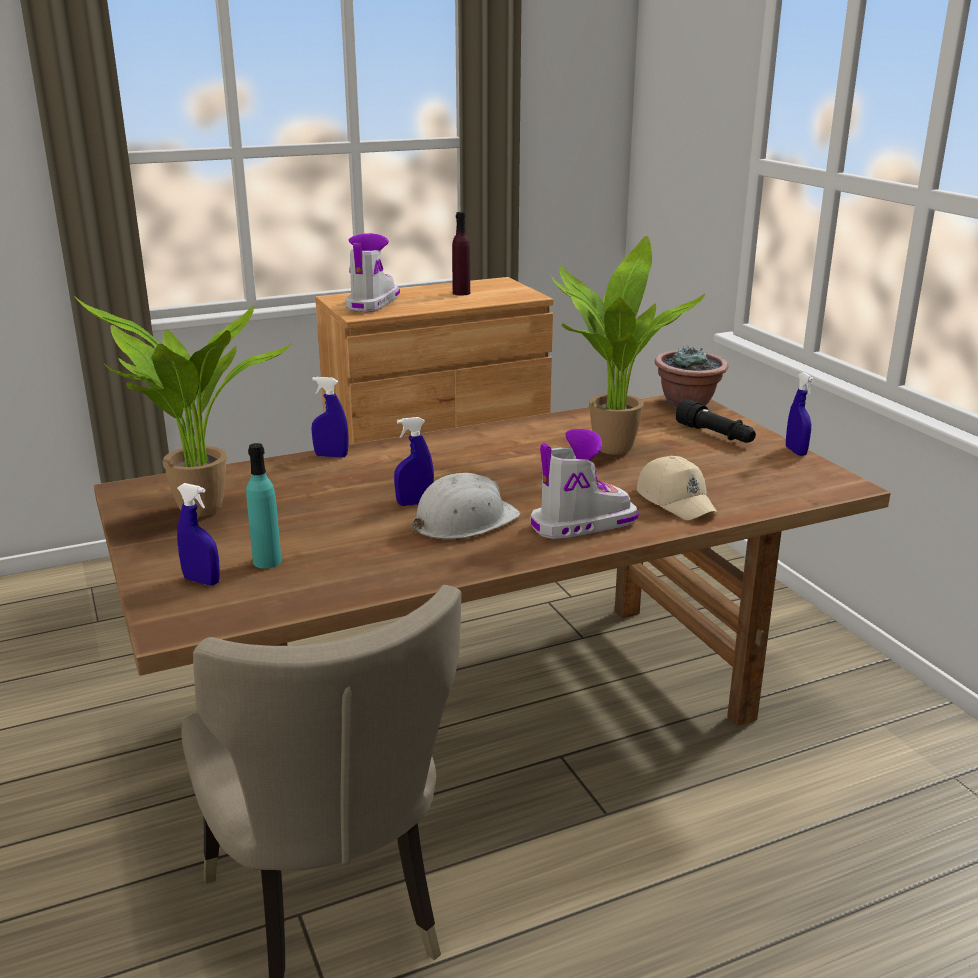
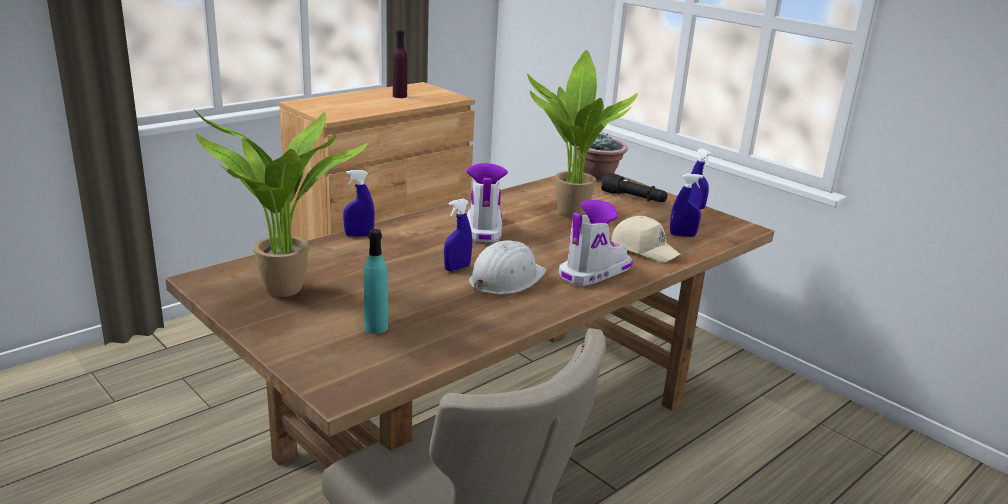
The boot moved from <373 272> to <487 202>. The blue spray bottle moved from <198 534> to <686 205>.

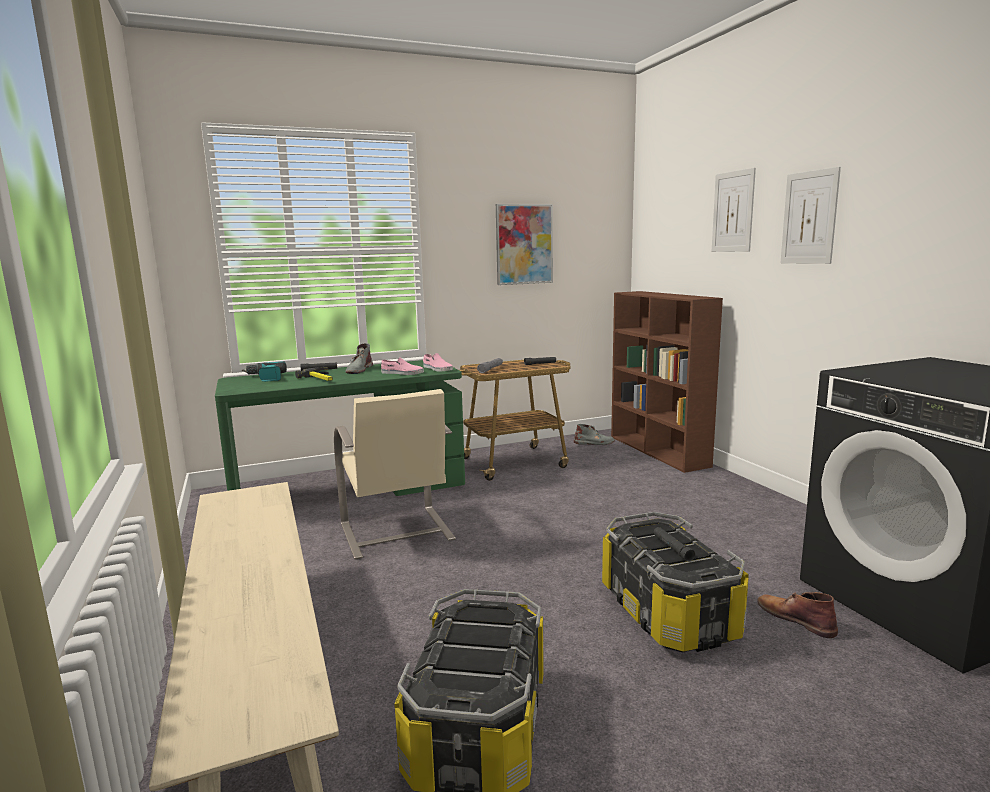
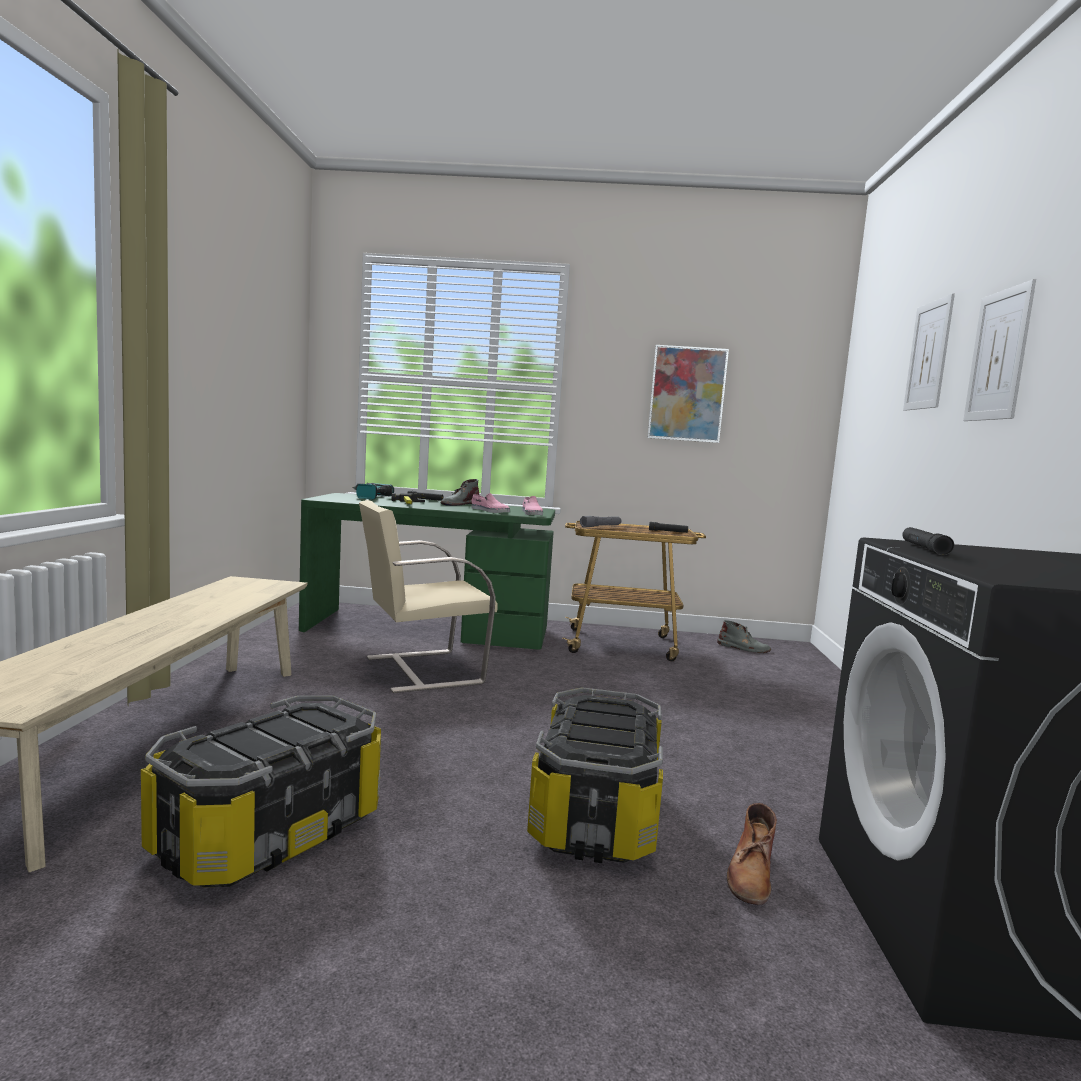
The beige chair at <395 474> turned 60 degrees clockwise. The brown boot at <797 615> turned 150 degrees counterclockwise. The black flashlight moved from <674 544> to <928 541>. The brown bookcase at <667 382> disappeared.

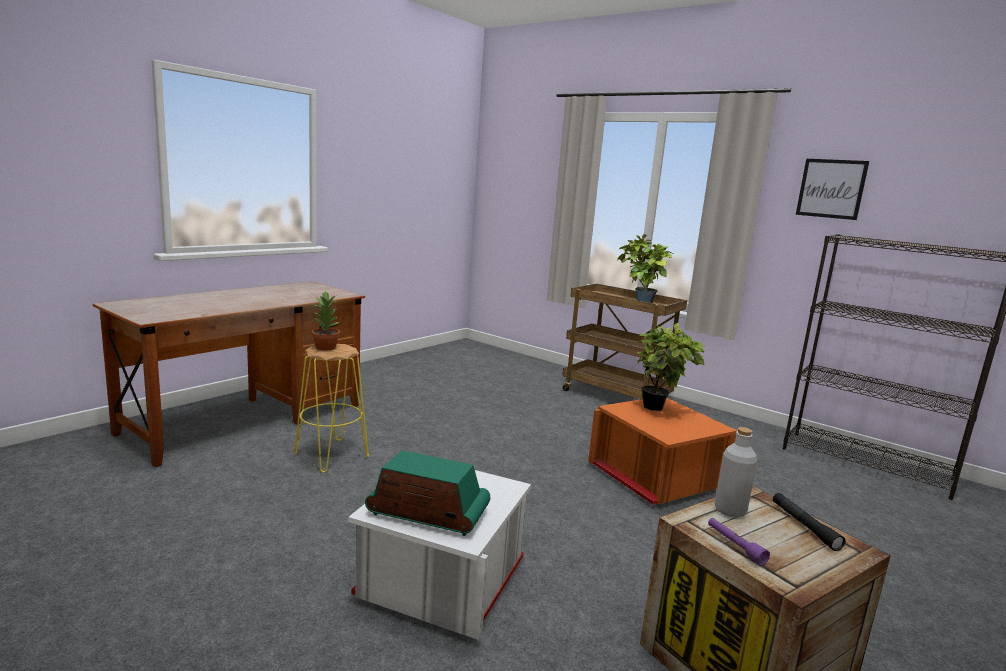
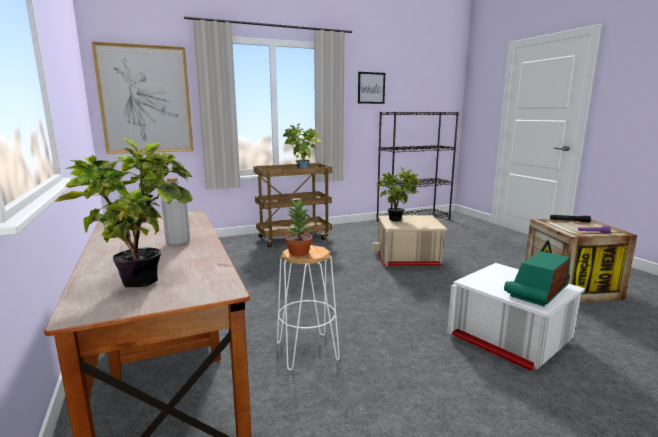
The potted plant at <124 212> appeared. The picture at <142 97> appeared. The grey bottle moved from <736 472> to <175 212>. The yellow stool at <331 408> became the white stool at <308 308>. The orange storage box at <663 451> became the beige storage box at <410 240>.

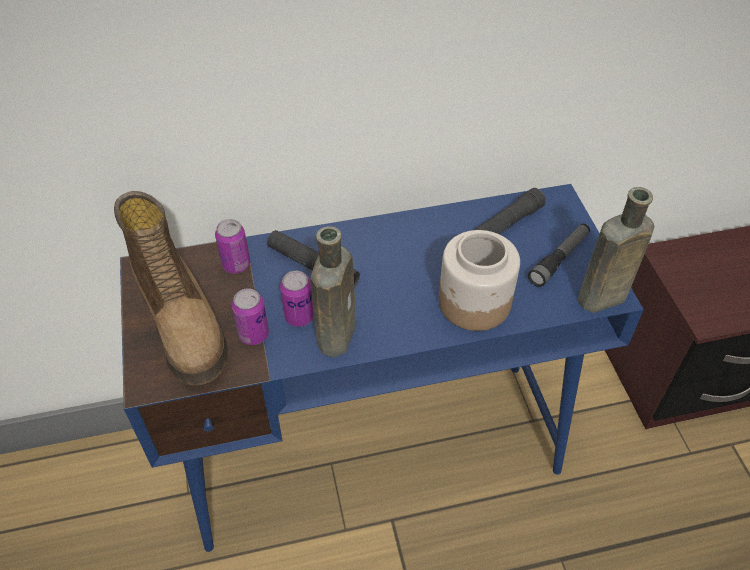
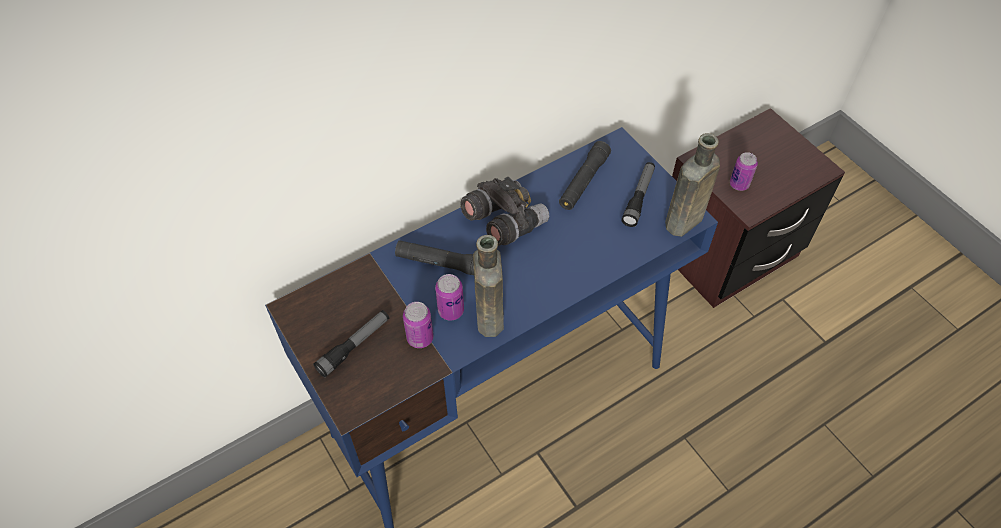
The boot at <171 288> was replaced by the flashlight at <351 343>. The grey binoculars at <505 211> appeared. The can moved from <232 246> to <744 171>. The jar at <479 280> disappeared.

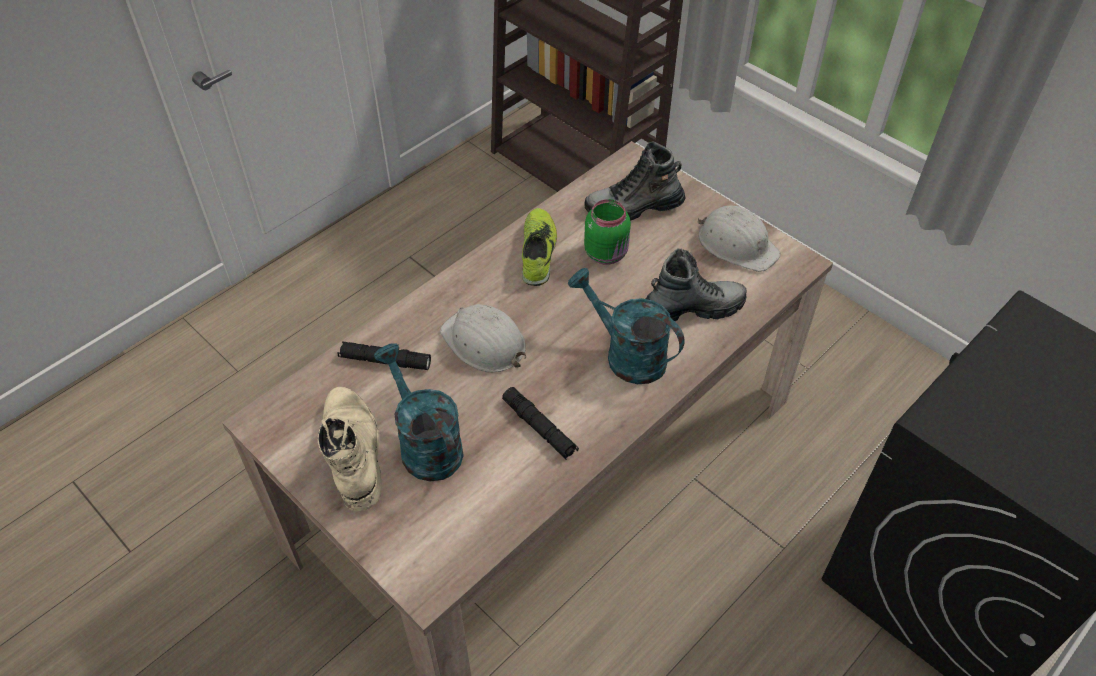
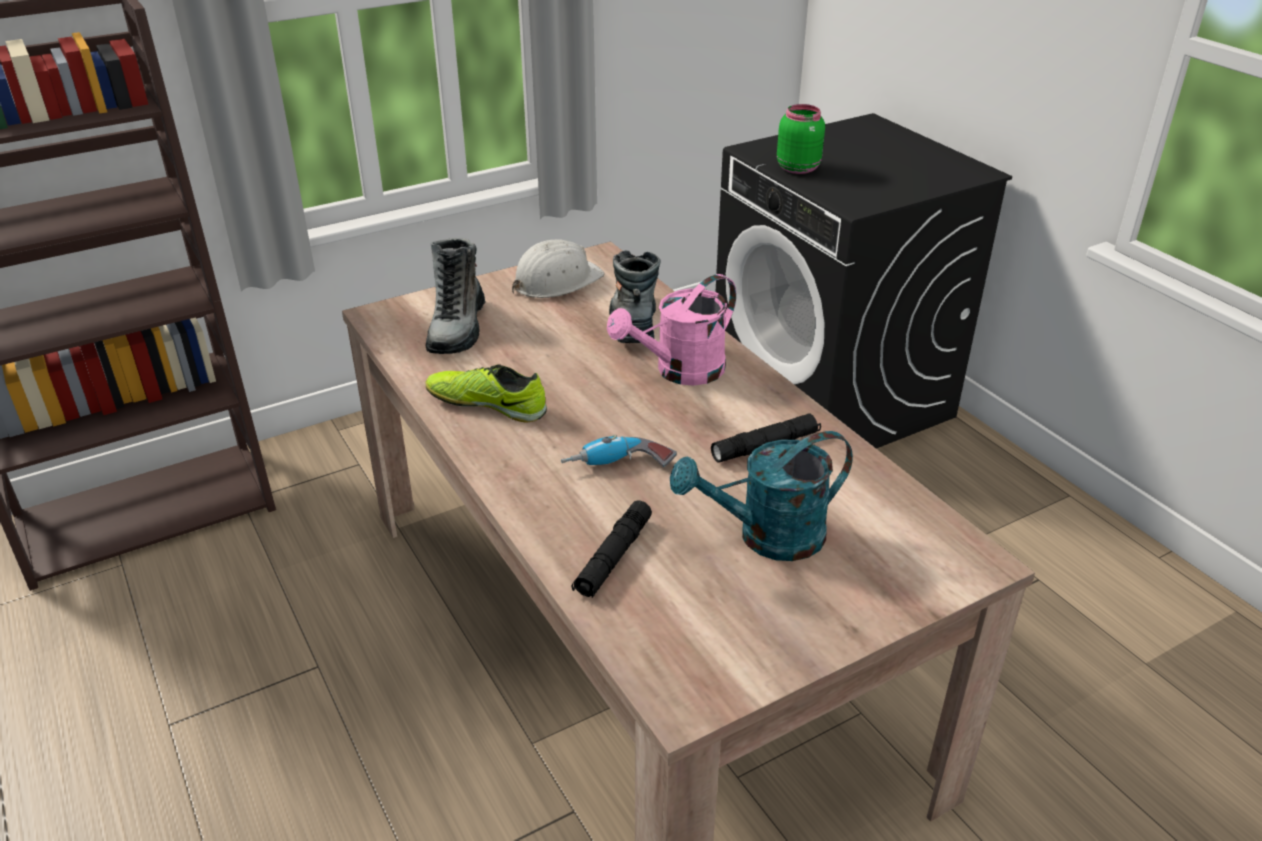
The white hard hat at <483 338> was replaced by the power drill at <619 451>. The turquoise watering can at <626 326> became the pink watering can at <671 330>. The green jar moved from <607 232> to <801 139>. The beige boot at <350 449> disappeared.

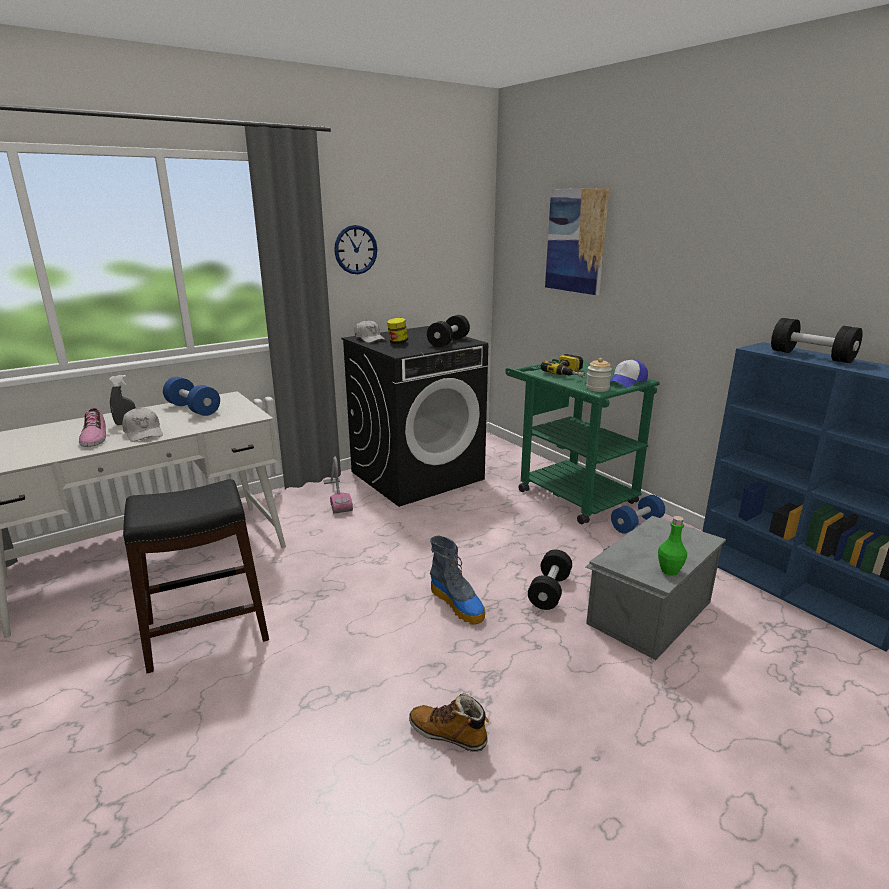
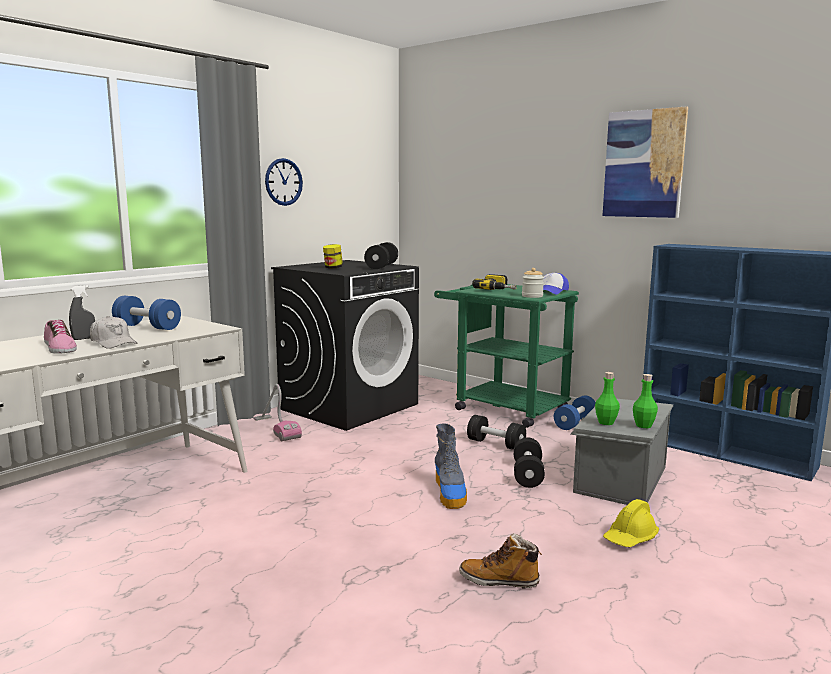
The boot at <457 580> turned 45 degrees clockwise. The black dumbbell moved from <817 340> to <496 432>. The green bottle at <607 398> appeared. The picture moved from <577 241> to <645 162>. The yellow hard hat at <631 523> appeared. The black stool at <196 576> disappeared. The white cap at <370 331> disappeared.

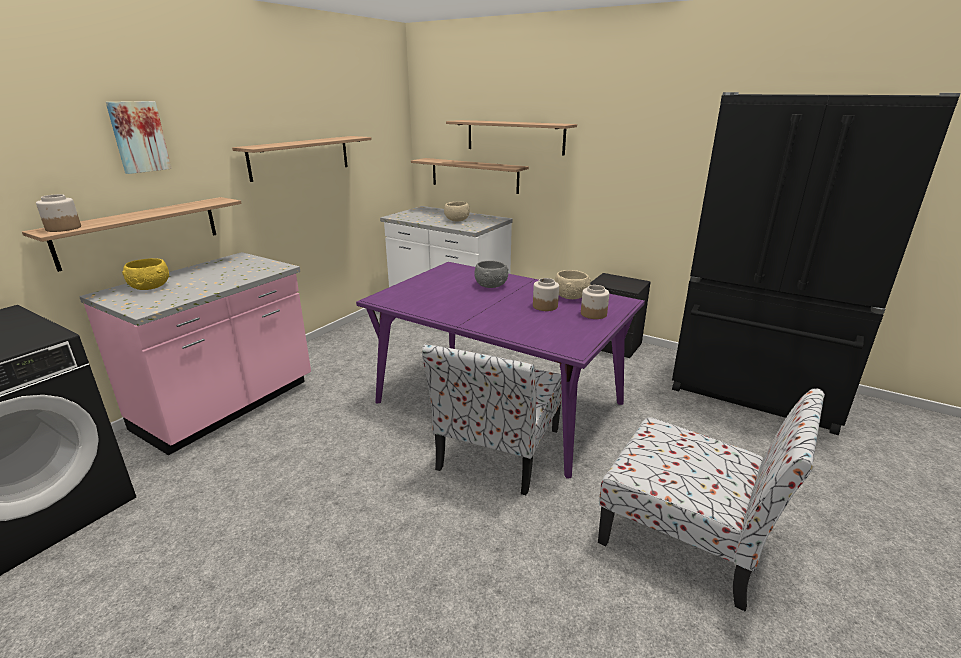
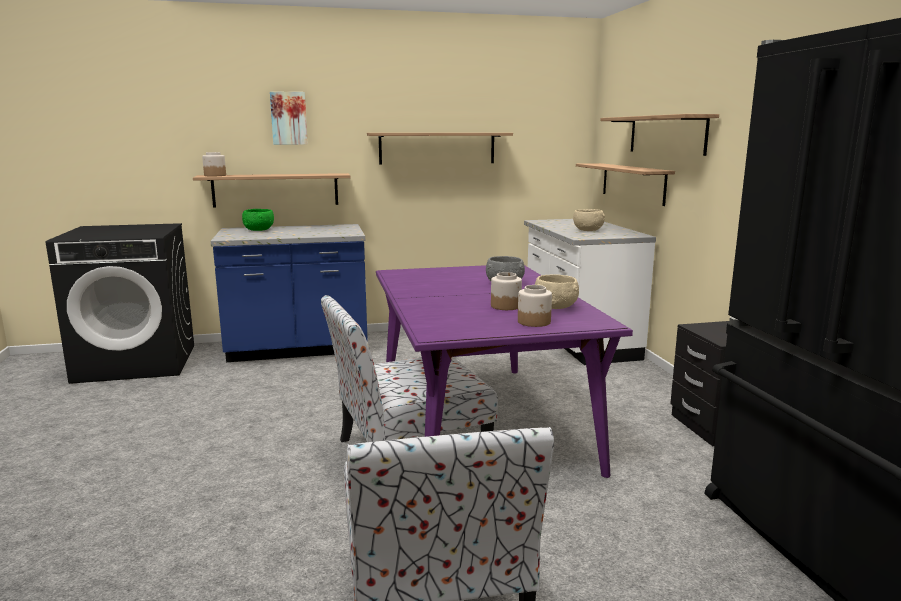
The pink counter at <195 353> became the blue counter at <289 293>. The yellow bowl at <145 274> became the green bowl at <258 220>.

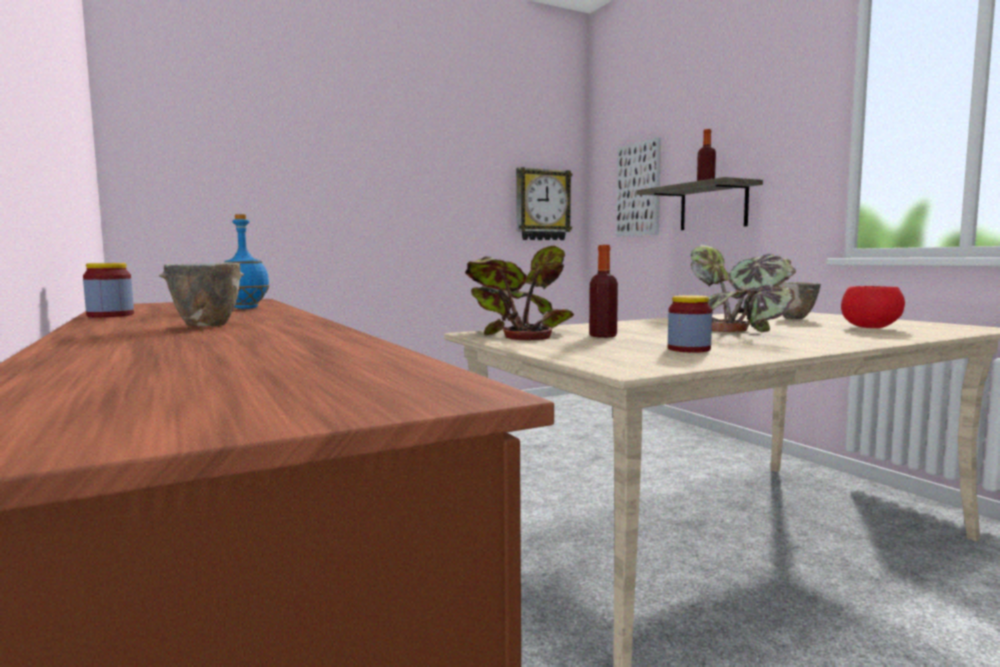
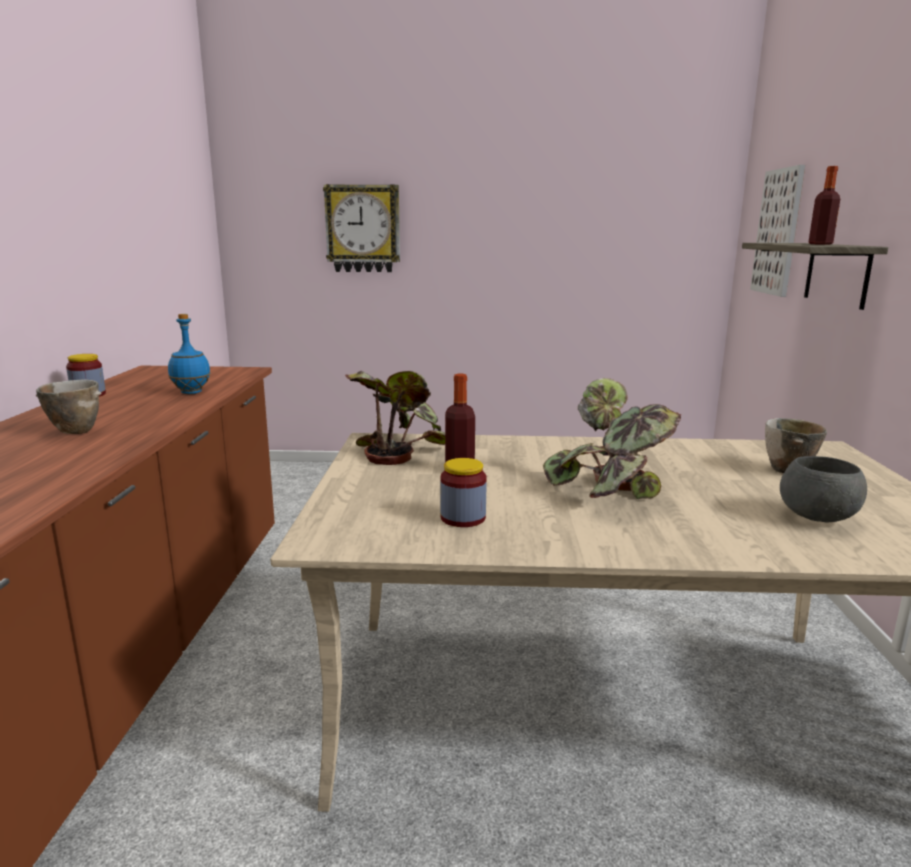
The wall clock moved from <544 203> to <361 228>. The red bowl at <873 307> became the grey bowl at <823 489>.

